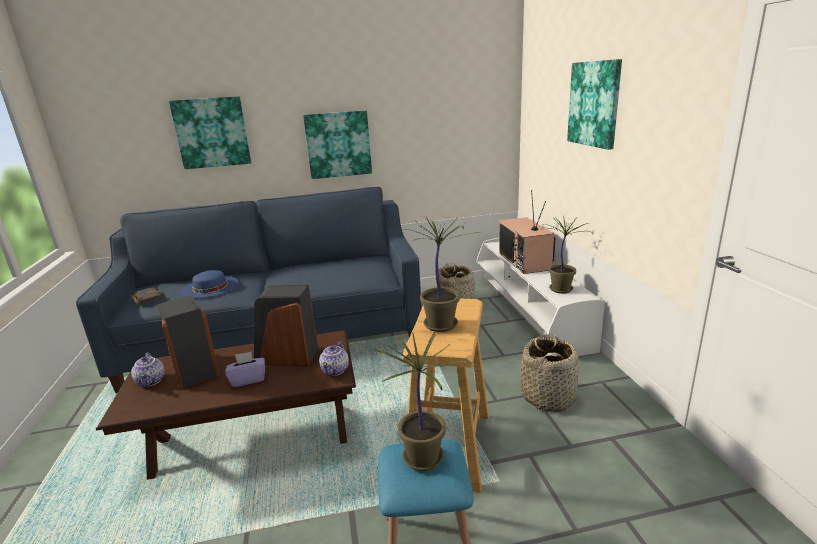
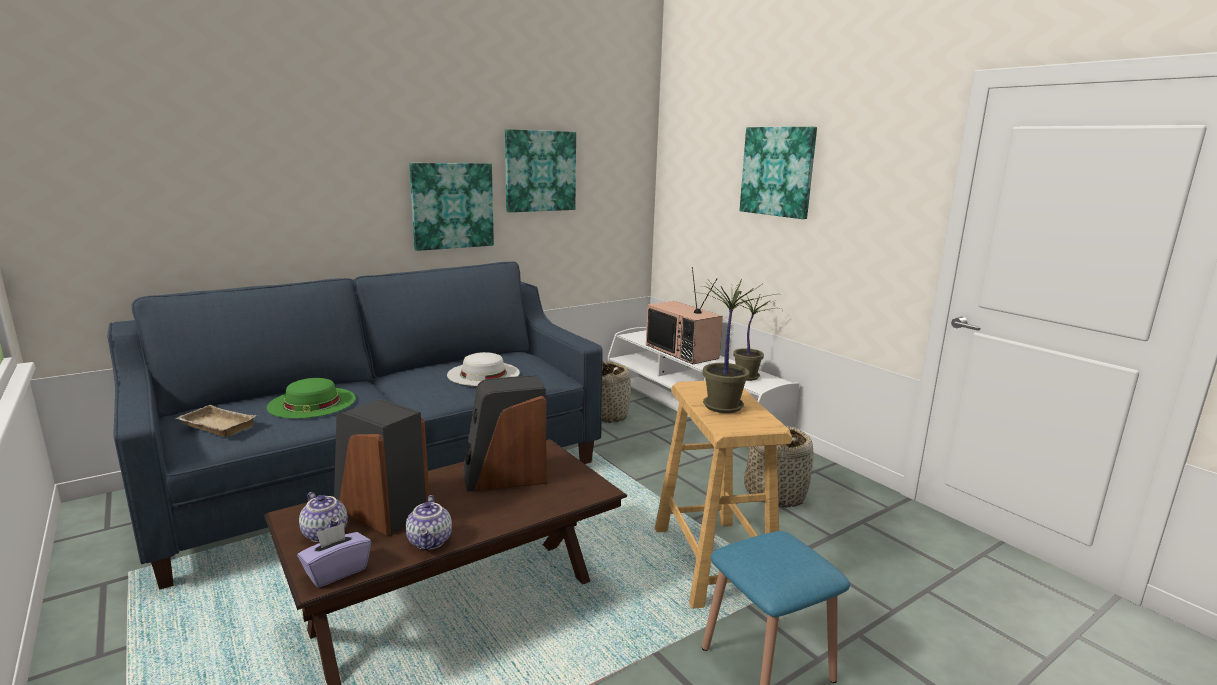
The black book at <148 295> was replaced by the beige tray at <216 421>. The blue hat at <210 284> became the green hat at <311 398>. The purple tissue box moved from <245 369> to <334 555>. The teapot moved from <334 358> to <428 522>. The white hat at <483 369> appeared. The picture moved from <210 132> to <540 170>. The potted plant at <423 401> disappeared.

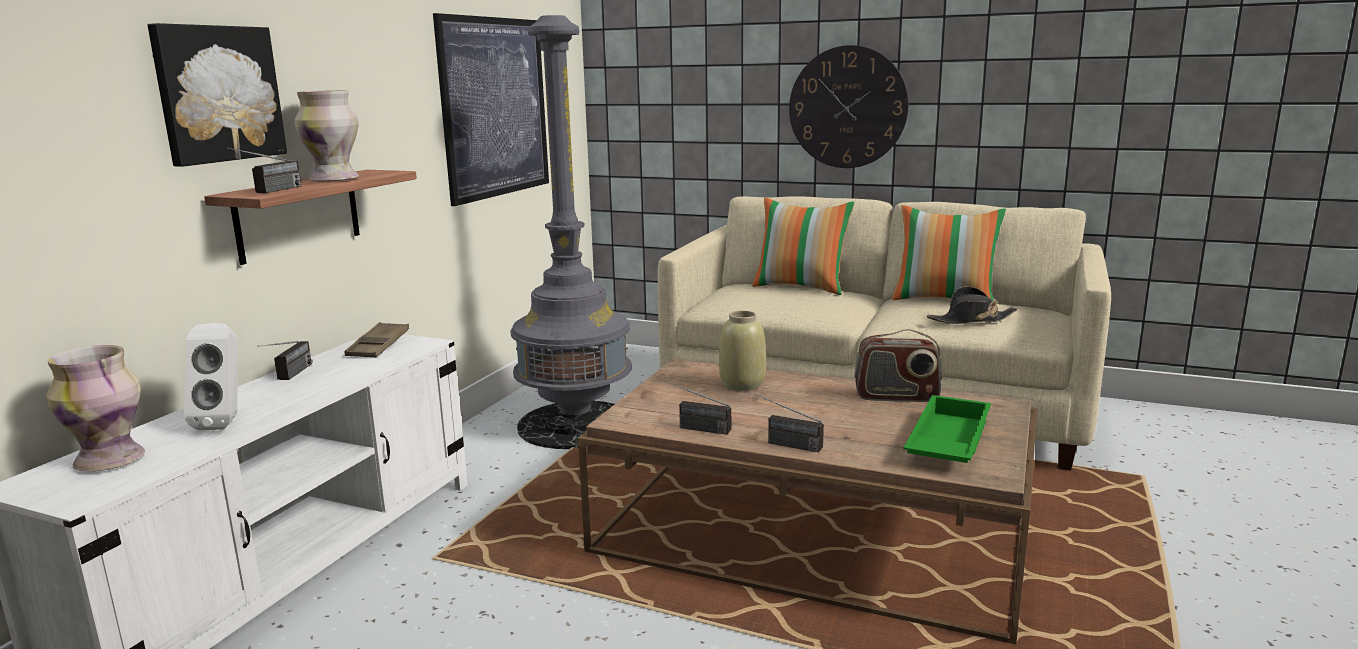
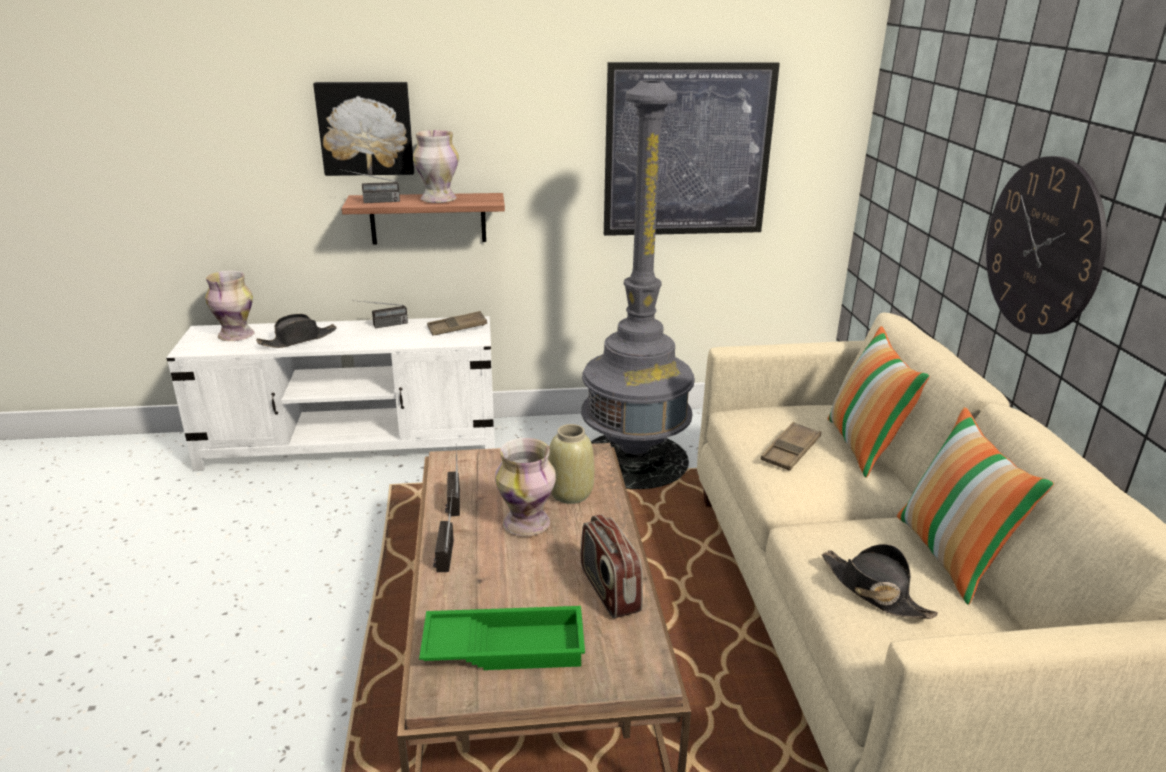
The white speaker at <211 376> was replaced by the black hat at <296 331>. The vase at <525 487> appeared. The brown tray at <790 446> appeared.

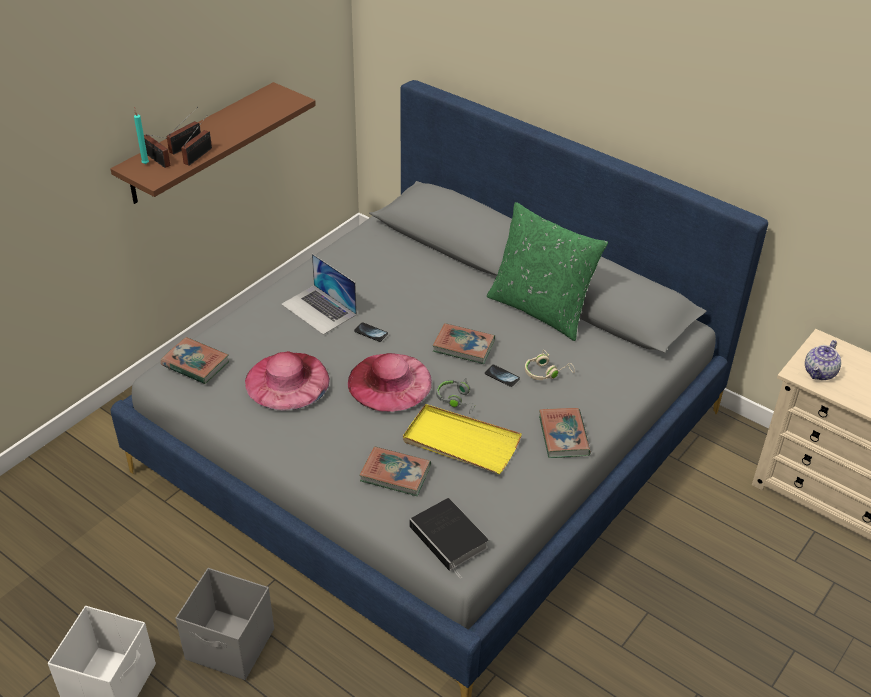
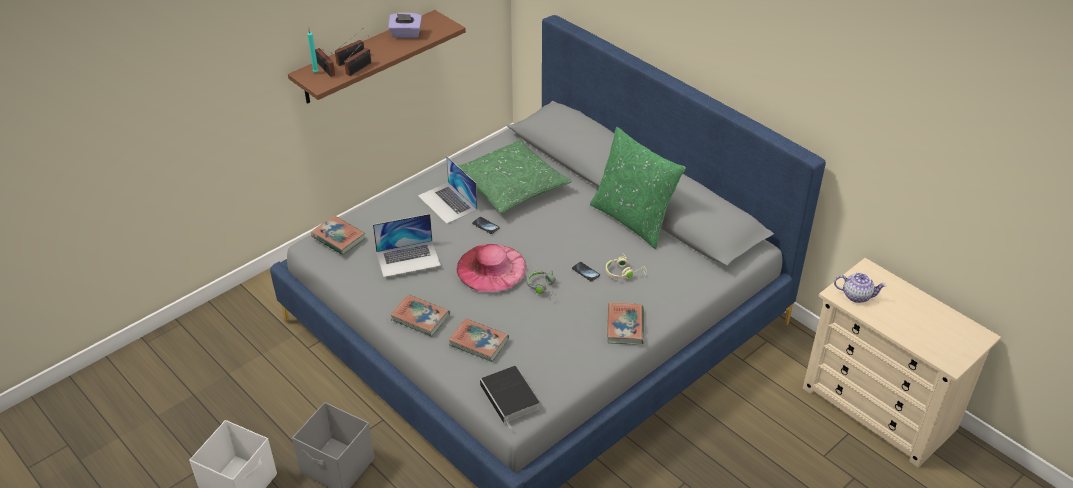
The pink hat at <287 381> was replaced by the laptop at <407 245>. The purple tissue box at <405 25> appeared. The book moved from <464 343> to <420 316>. The green pillow at <514 177> appeared. The teapot at <823 360> turned 120 degrees counterclockwise. The yellow tray at <462 439> disappeared.

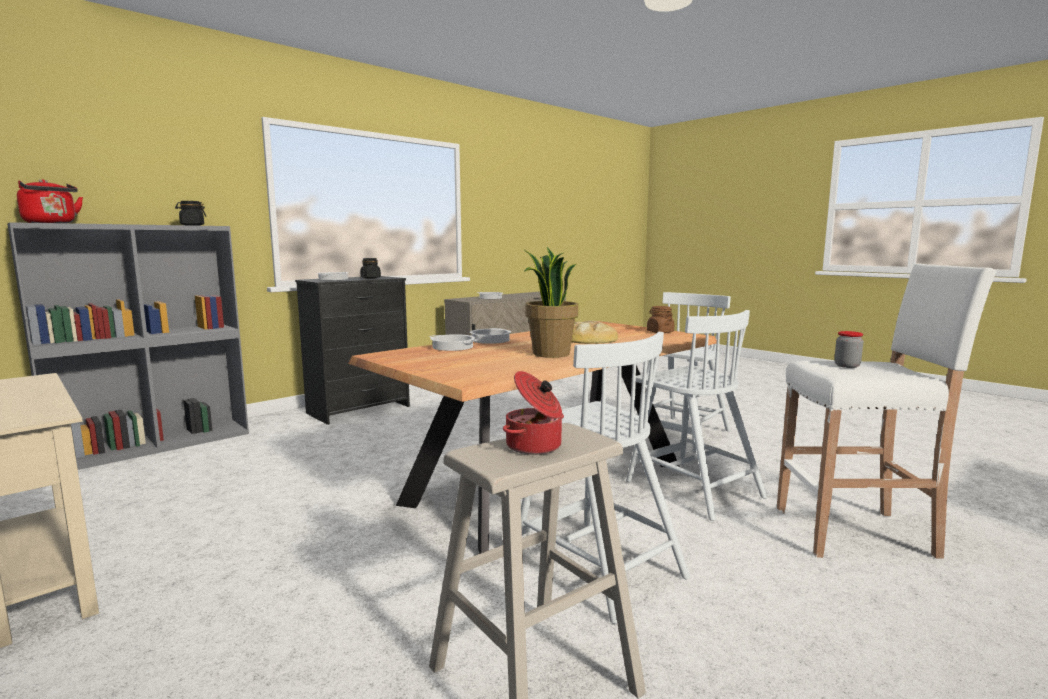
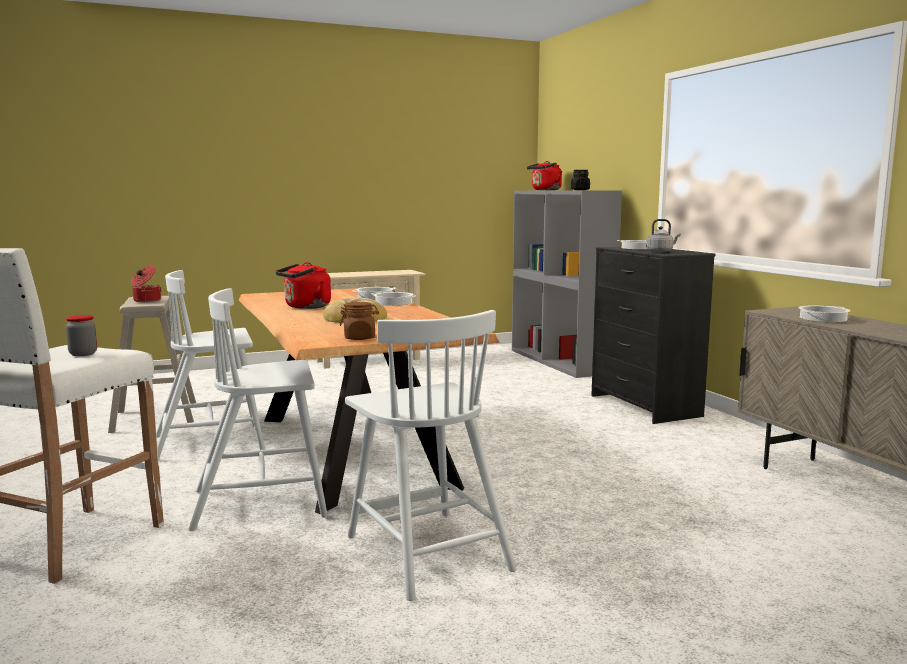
The potted plant at <550 302> was replaced by the red kettle at <303 285>. The black jar at <370 268> was replaced by the grey kettle at <663 235>.

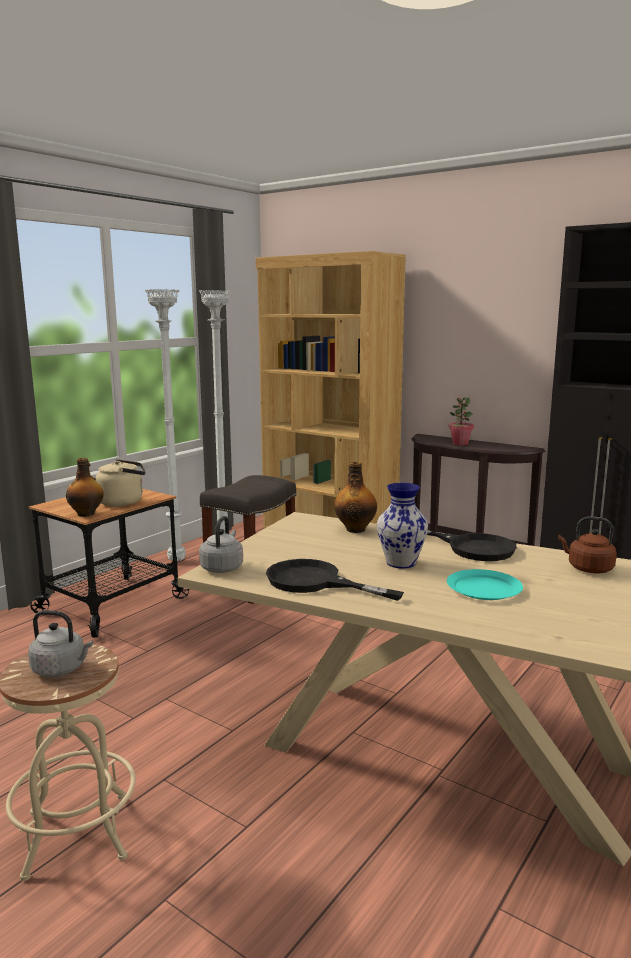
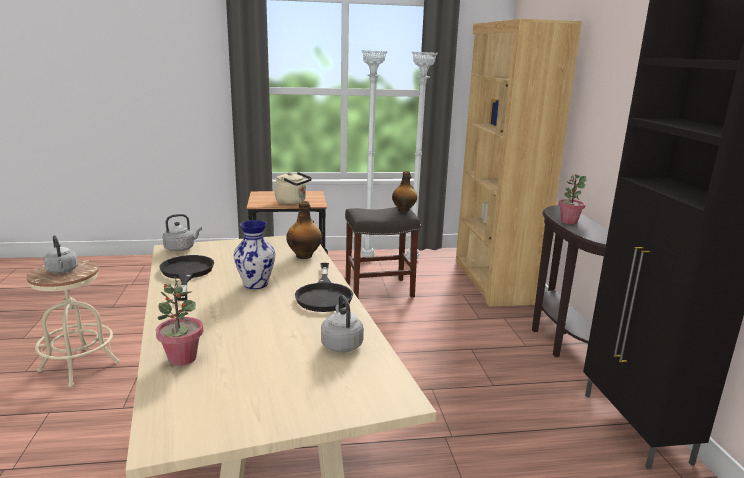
The potted plant at <179 322> appeared. The brown kettle at <587 545> became the grey kettle at <342 323>. The bottle moved from <85 487> to <404 191>. The turquoise plate at <485 584> disappeared.

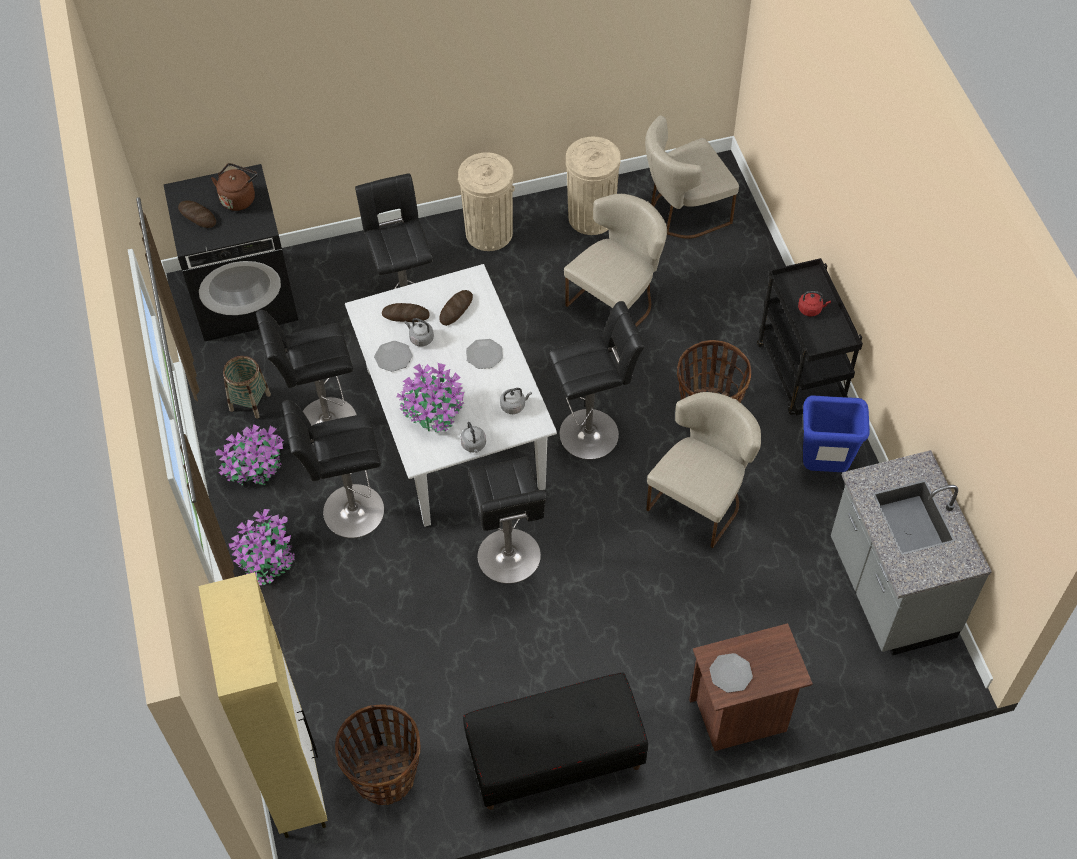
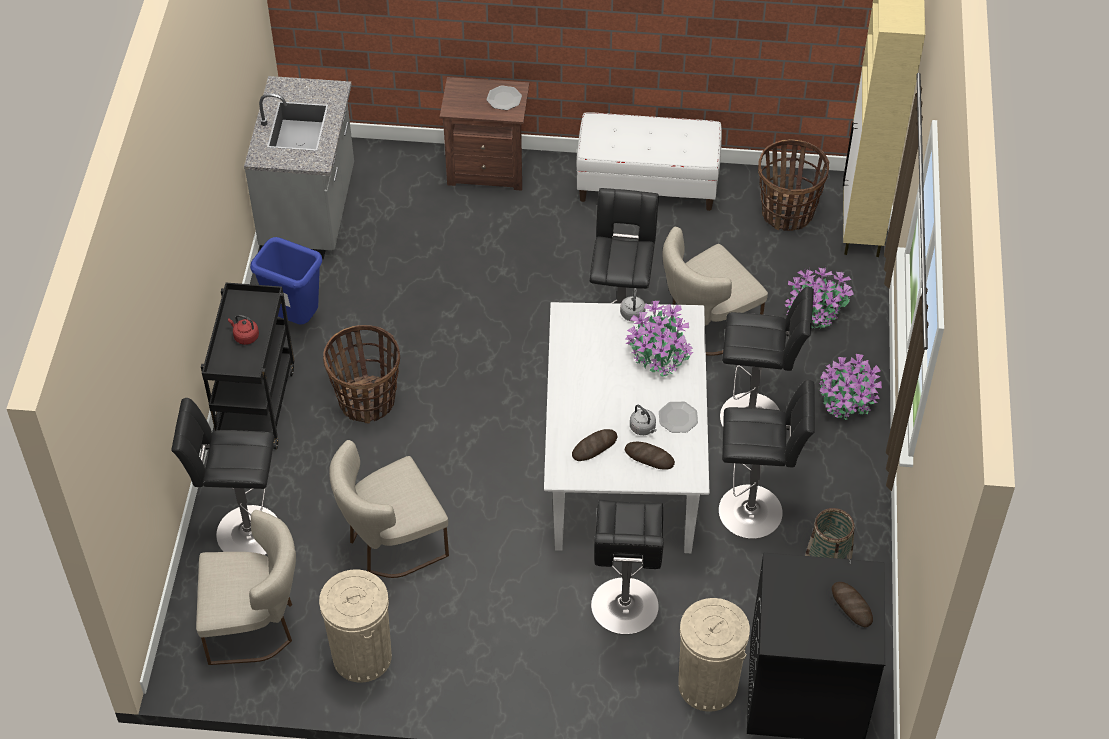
The black stool moved from <597 380> to <224 476>. The black bench at <555 741> became the white bench at <649 161>. The beige chair moved from <703 470> to <715 291>. The beige trash can moved from <486 201> to <714 655>. The potted plant moved from <249 455> to <819 297>. The brown kettle at <234 187> disappeared. The plate at <484 354> disappeared. The grey kettle at <516 401> disappeared.

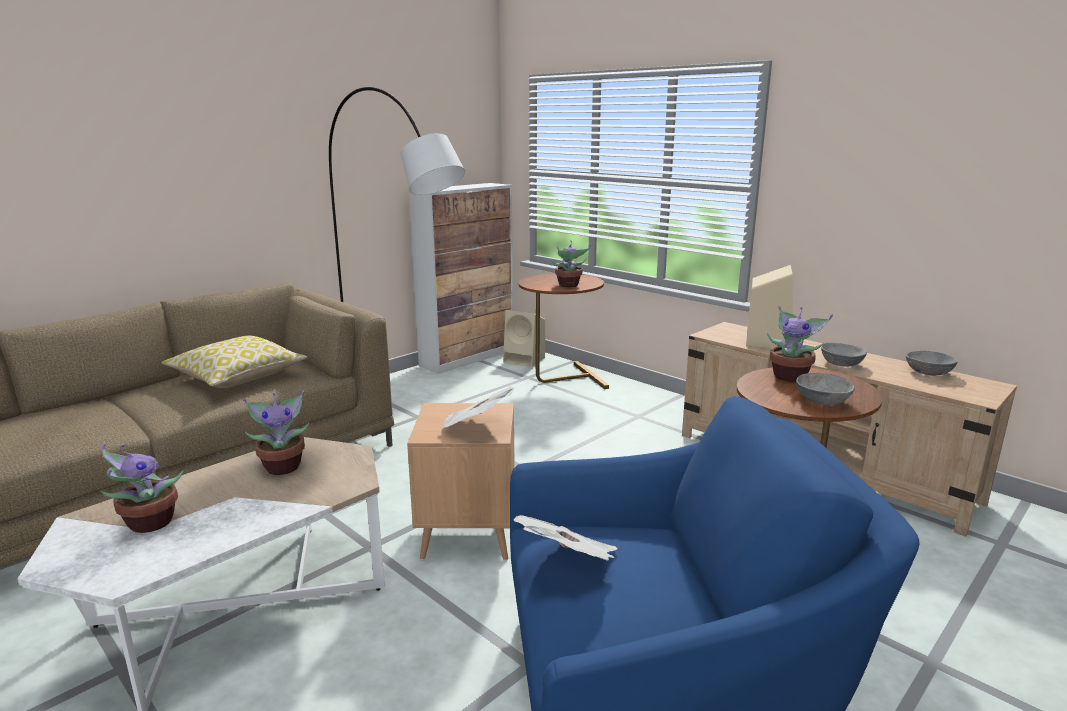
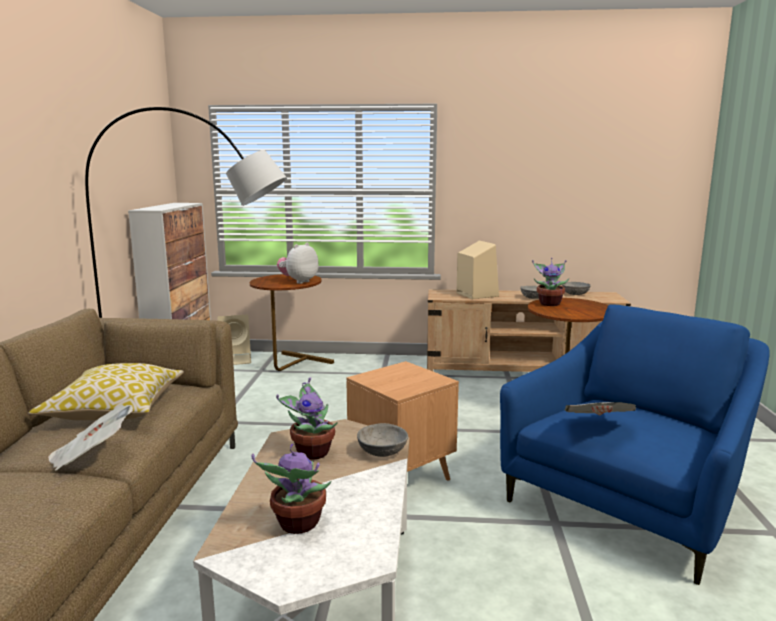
The newspaper moved from <477 408> to <90 437>. The potted plant at <571 264> was replaced by the plush toy at <298 263>. The grey bowl moved from <825 389> to <382 440>.

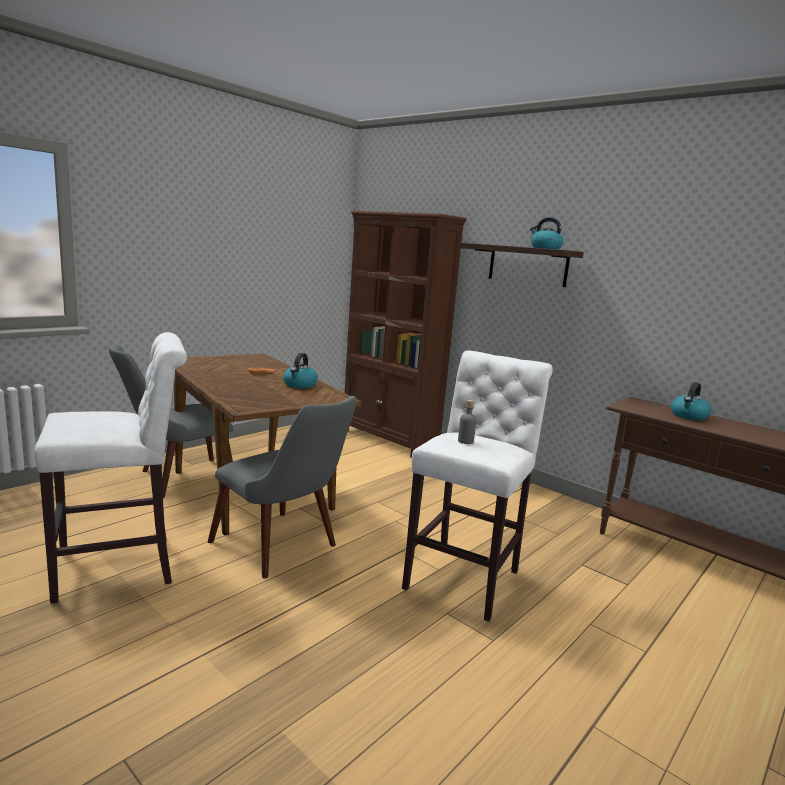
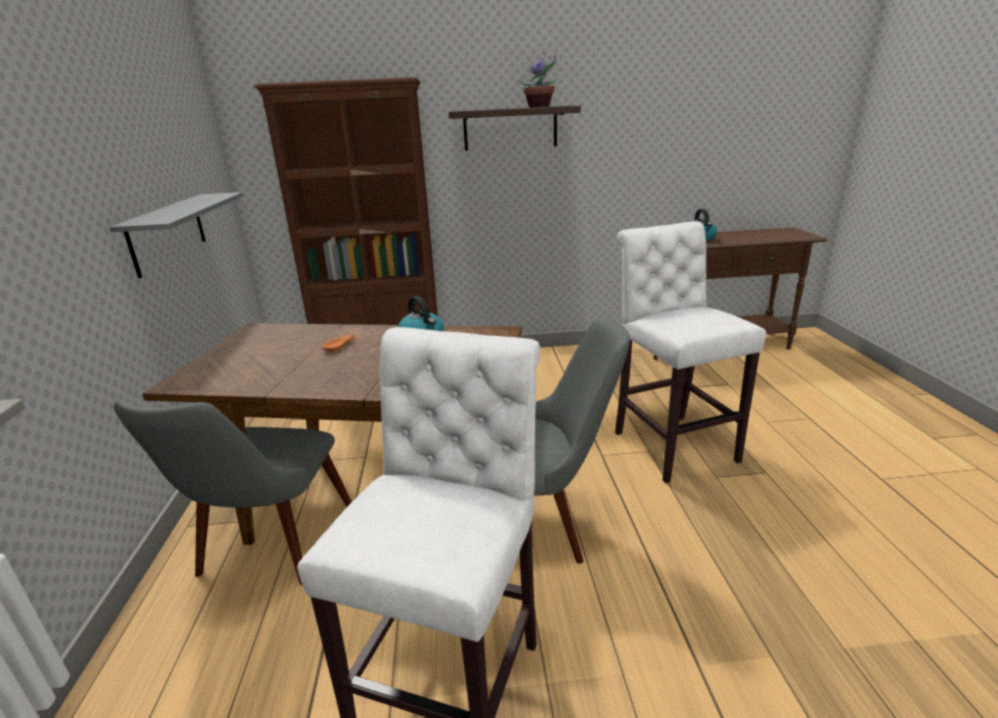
The grey shelf at <176 235> appeared. The kettle at <546 233> was replaced by the potted plant at <538 79>. The grey bottle at <467 422> disappeared.

